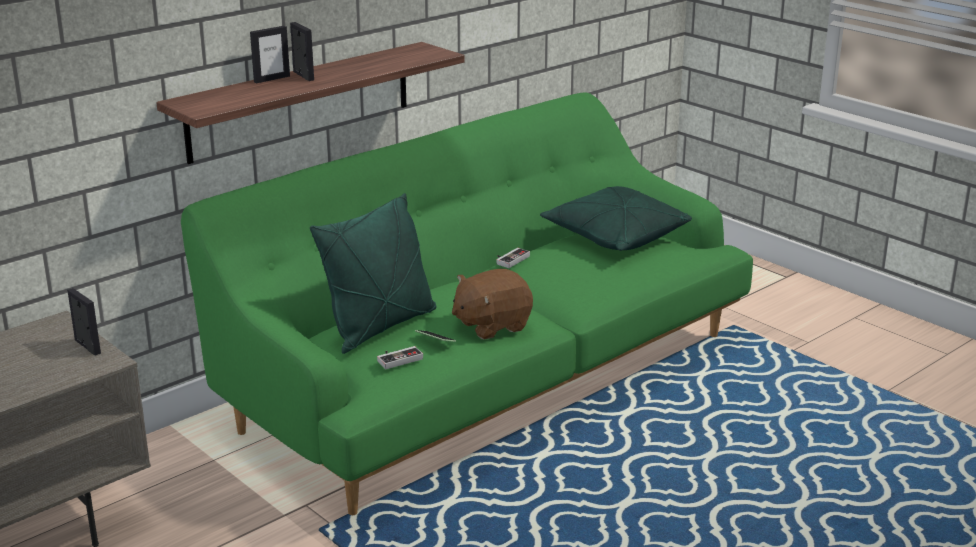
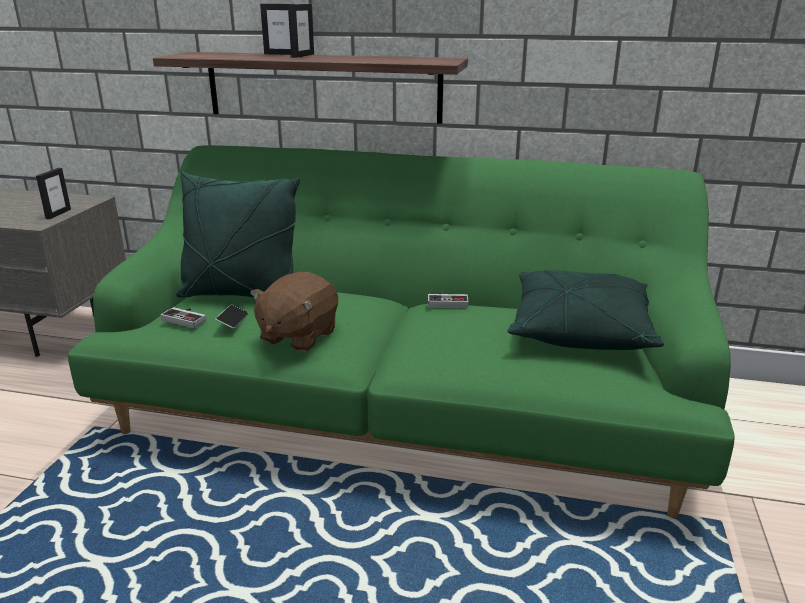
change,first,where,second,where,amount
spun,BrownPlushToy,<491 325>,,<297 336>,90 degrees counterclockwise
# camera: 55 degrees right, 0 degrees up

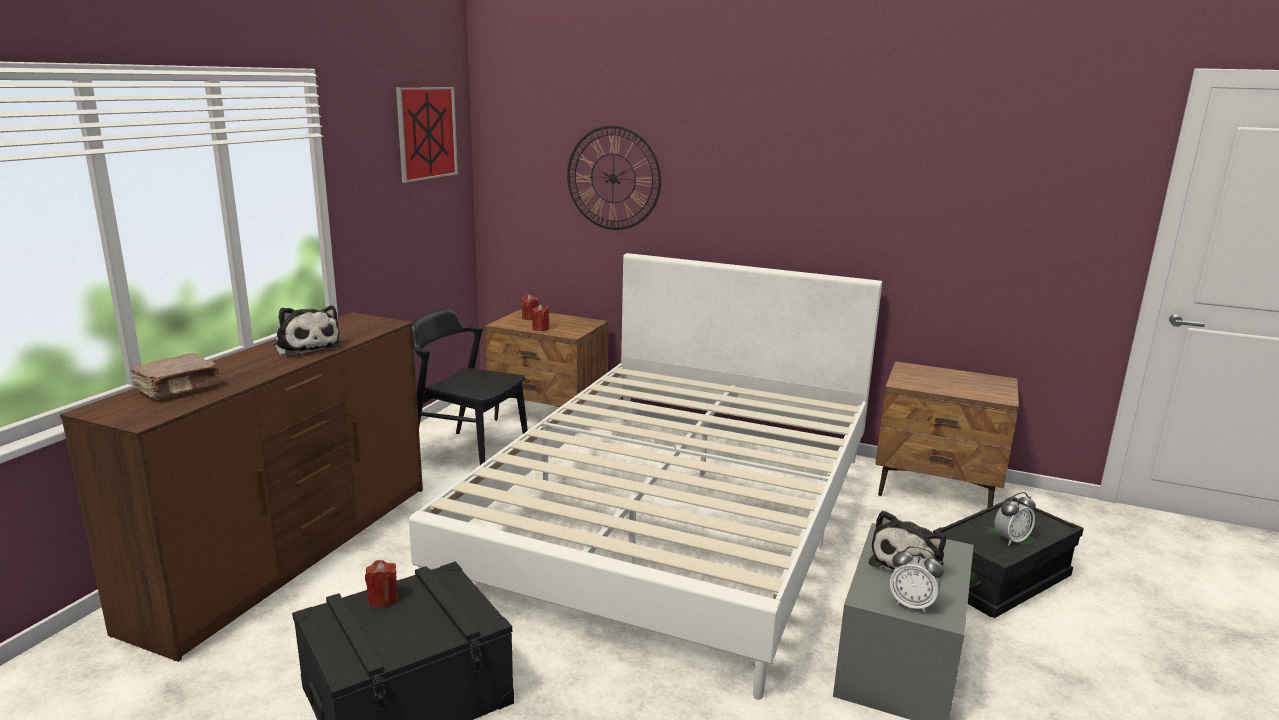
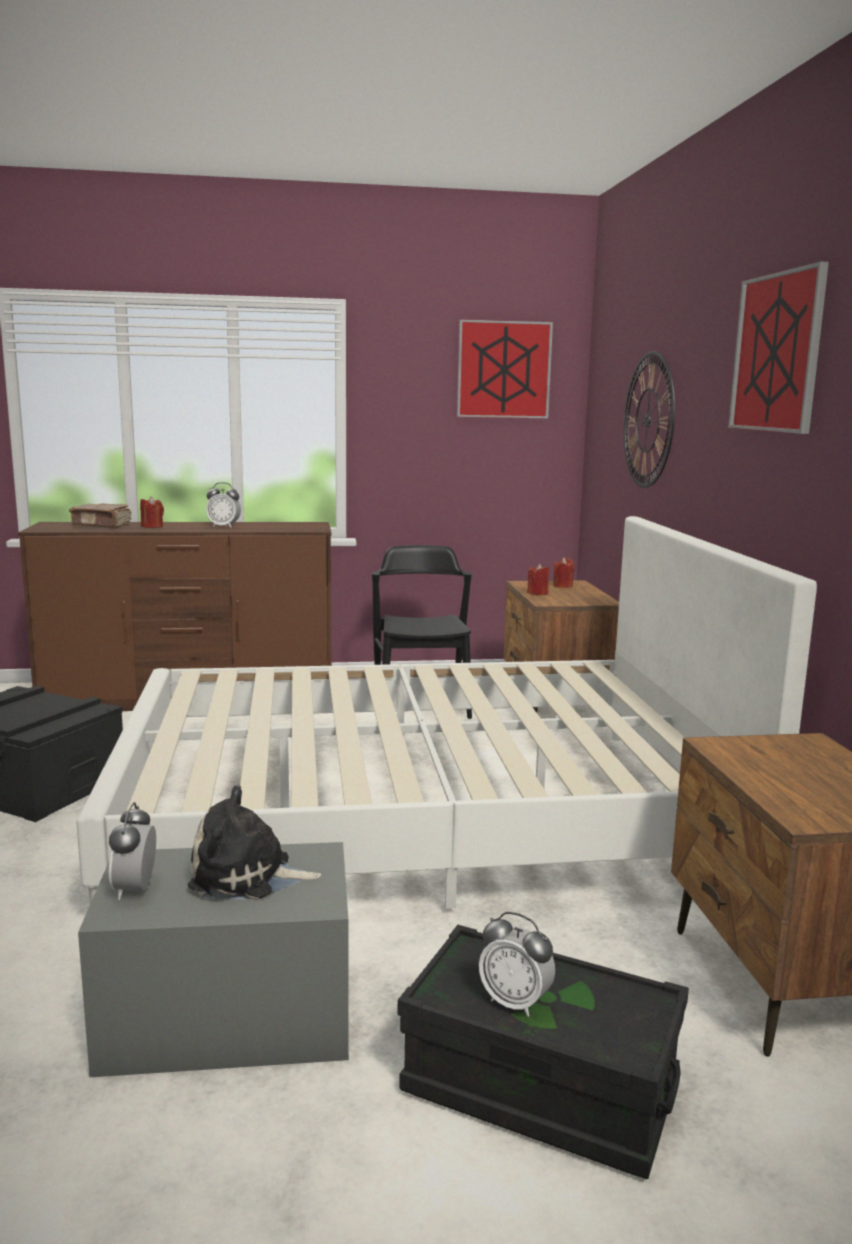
change,first,where,second,where,amount
exchanged,PlushToy,<306 346>,AlarmClock,<224 527>,
relocated,RedCandle,<382 599>,,<152 526>,
appeared,,,Picture,<777 353>,
# camera: 60 degrees right, 5 degrees down

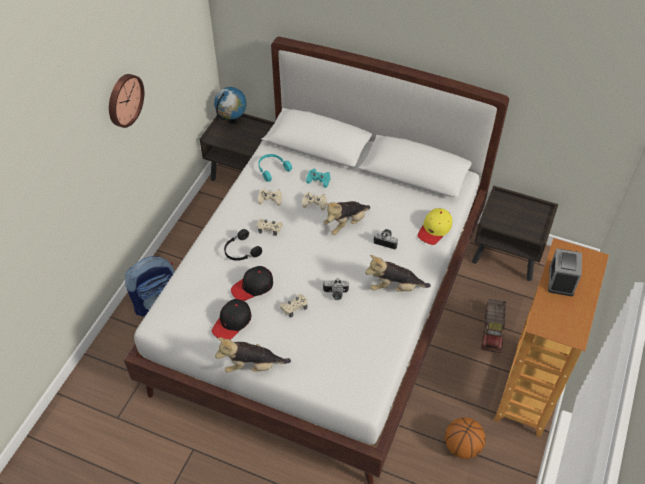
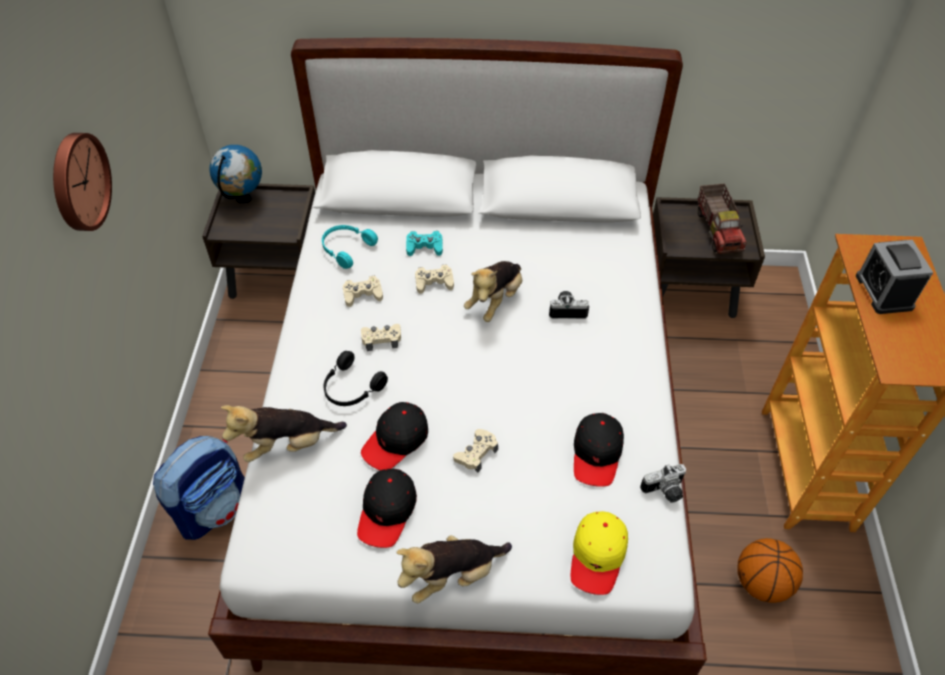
change,first,where,second,where,amount
relocated,PhotoCamera,<335 294>,,<665 491>,
relocated,PlushToy,<395 287>,,<288 445>,
relocated,YellowCap,<434 229>,,<597 556>,
relocated,ToyTruck,<492 331>,,<718 230>,
appeared,,,BlackCap,<597 454>,
# camera: 20 degrees left, 0 degrees up

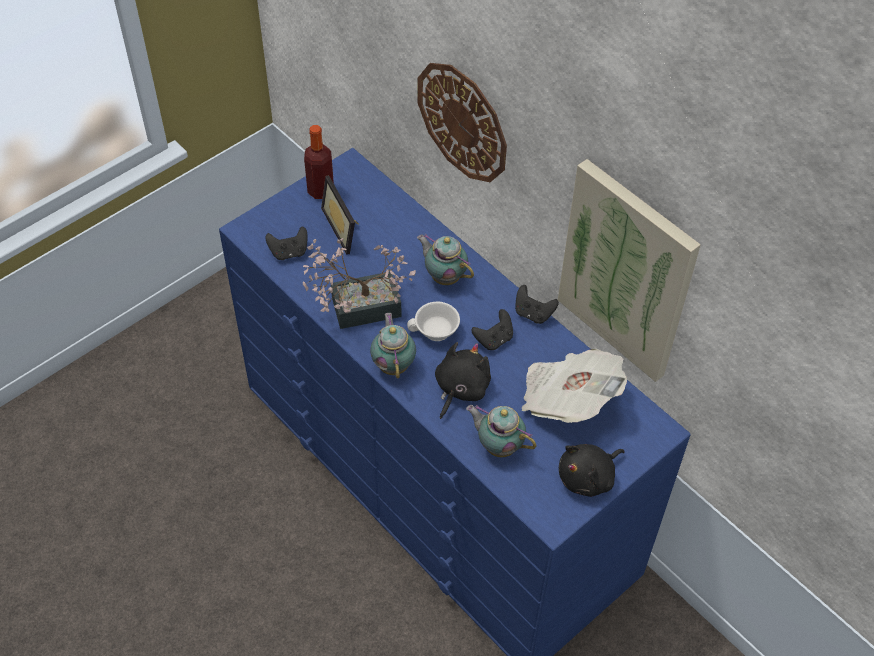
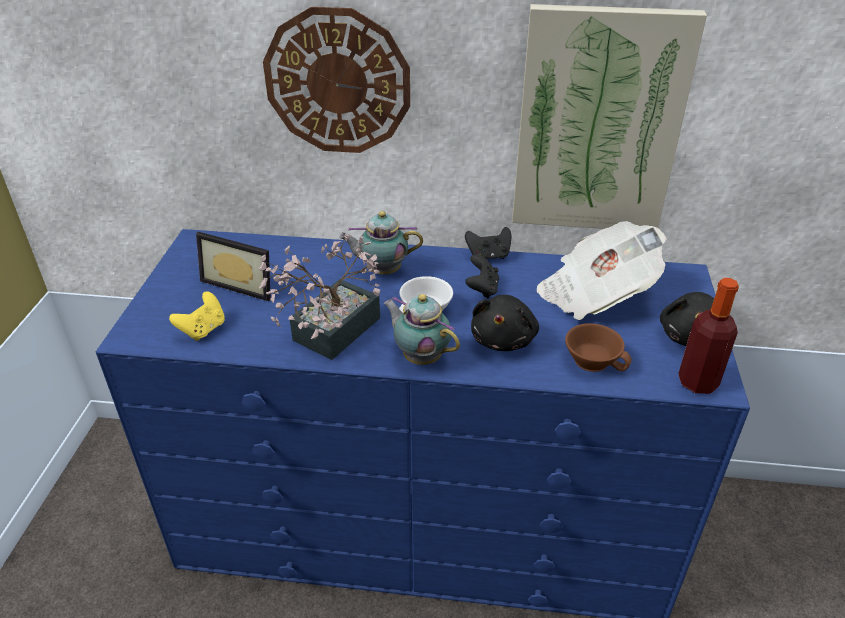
change,first,where,second,where,amount
colour,BlackGameController,<289 252>,YellowGameController,<203 330>,
relocated,Bottle,<320 190>,,<697 382>,
spun,BlackPlushToy,<460 389>,,<504 339>,150 degrees counterclockwise
exchanged,Teapot,<498 445>,BrownCup,<594 360>,
# camera: 40 degrees left, 15 degrees down

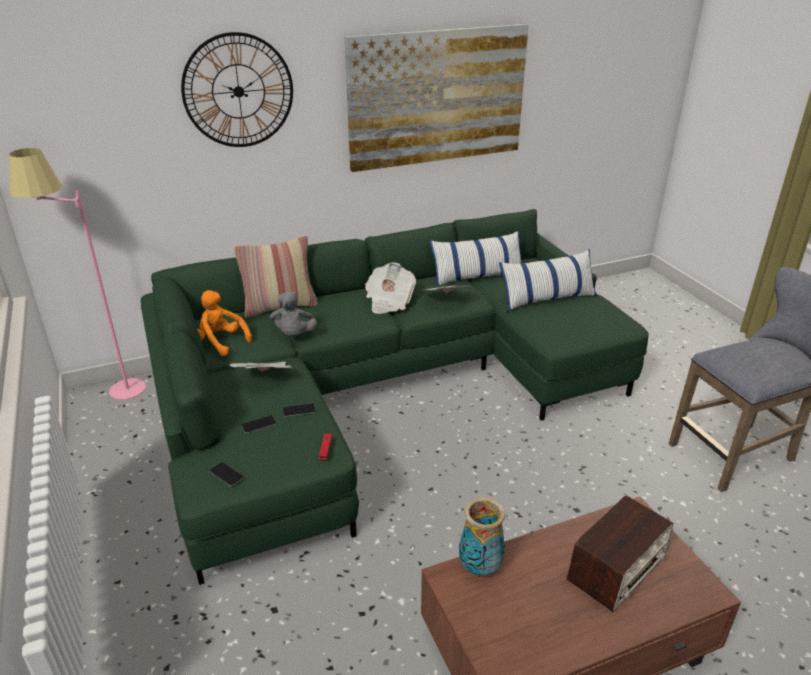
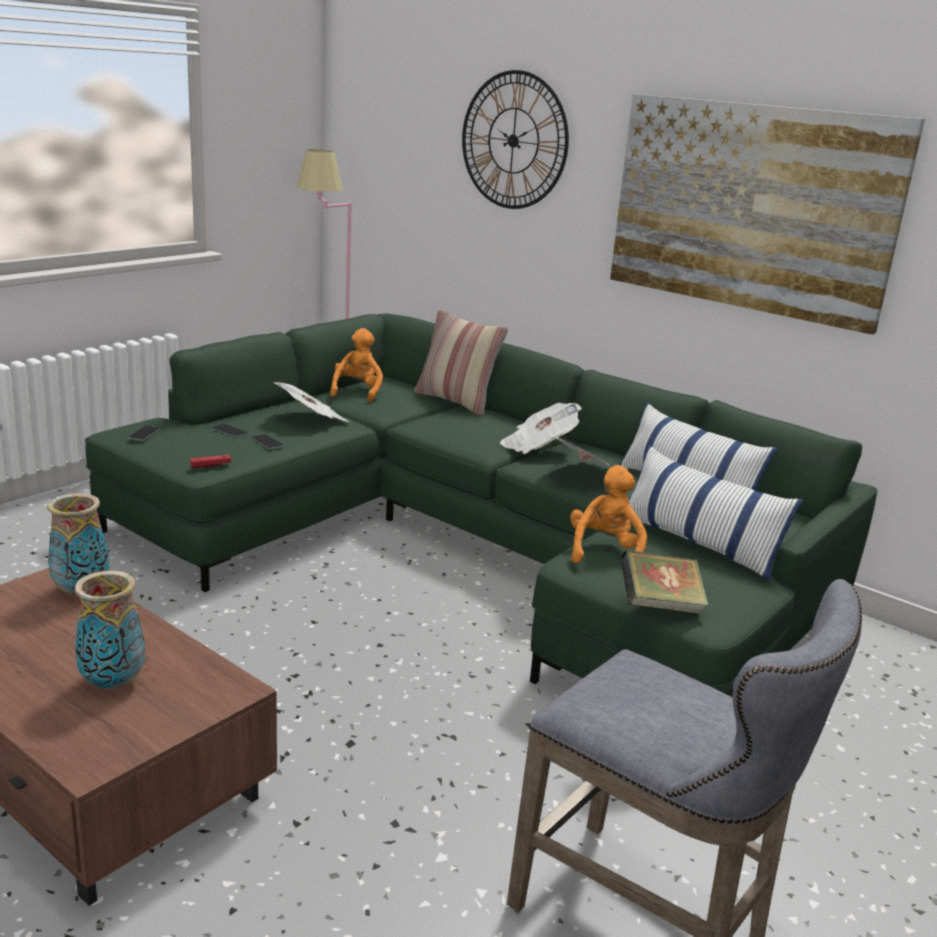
change,first,where,second,where,amount
missing,GreyPlushToy,<294 335>,,,
exchanged,Radio,<617 567>,Vase,<114 683>,
appeared,,,OrangePlushToy,<605 552>,
appeared,,,Book,<659 605>,
# camera: 60 degrees right, 10 degrees down

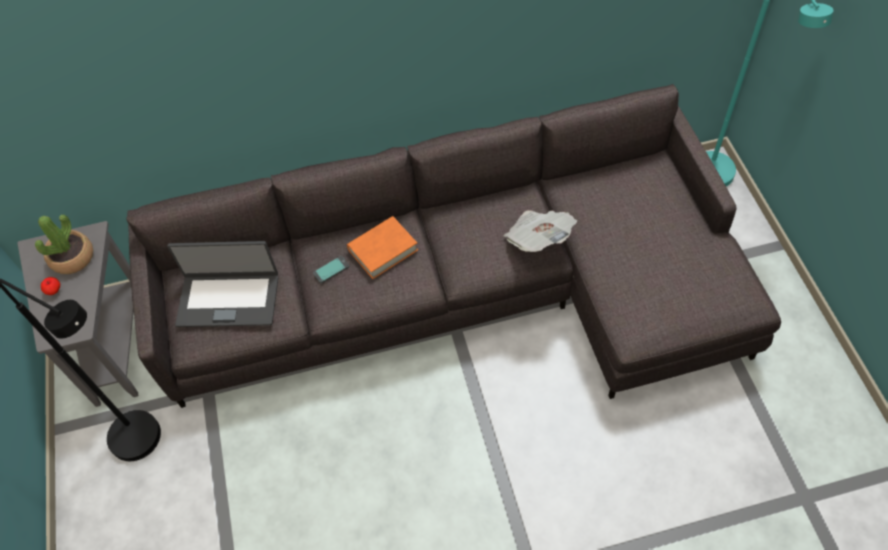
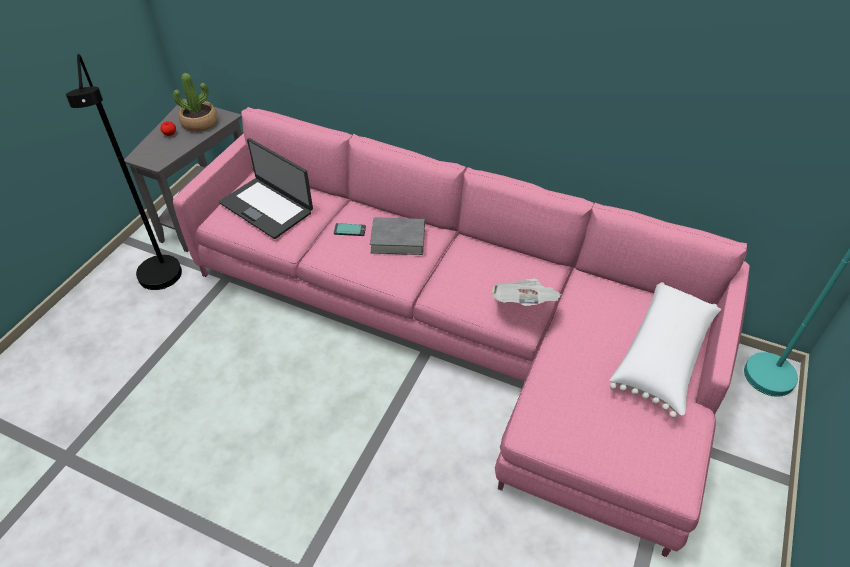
change,first,where,second,where,amount
colour,GreySofa,<470 292>,PinkSofa,<463 332>,
colour,OrangeBook,<383 250>,GreyBook,<398 239>,
appeared,,,WhitePillow,<663 357>,
# camera: 35 degrees right, 10 degrees down

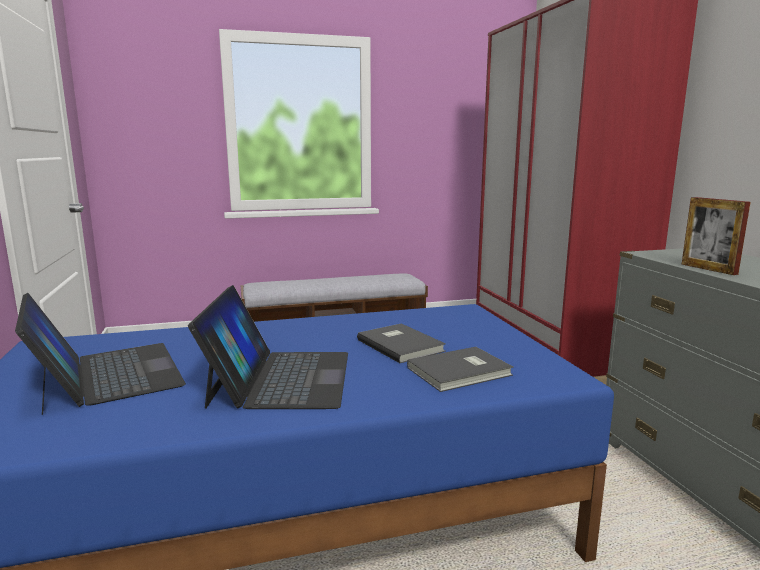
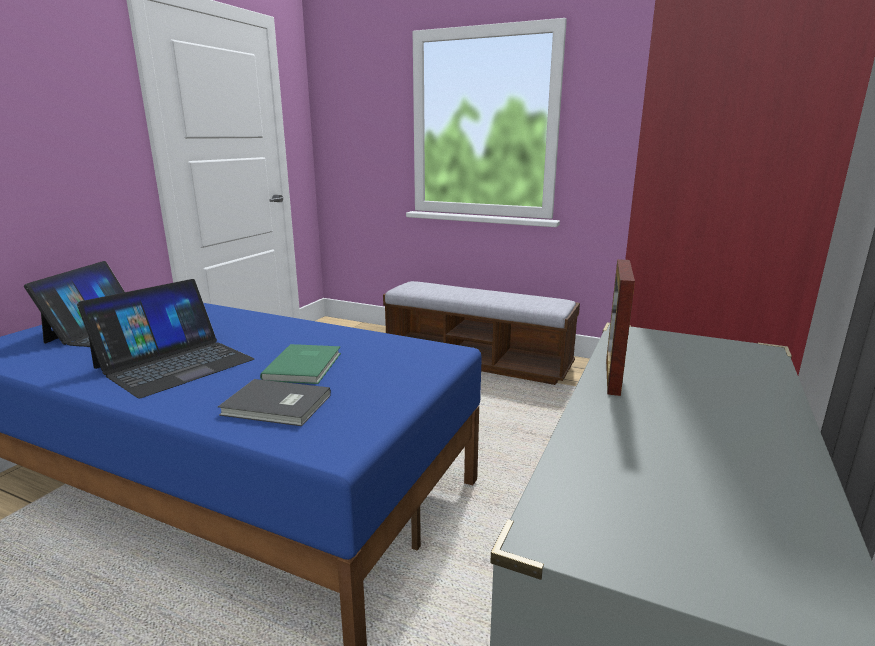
change,first,where,second,where,amount
colour,GreyBook,<401 344>,GreenBook,<305 366>,
# camera: 40 degrees right, 5 degrees up

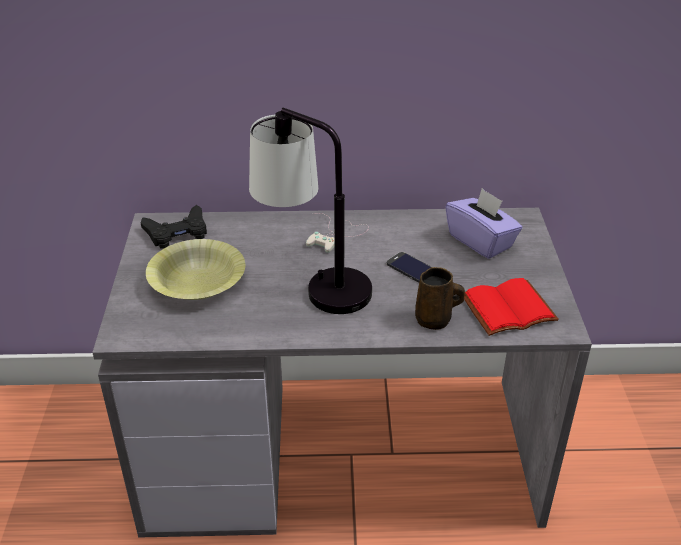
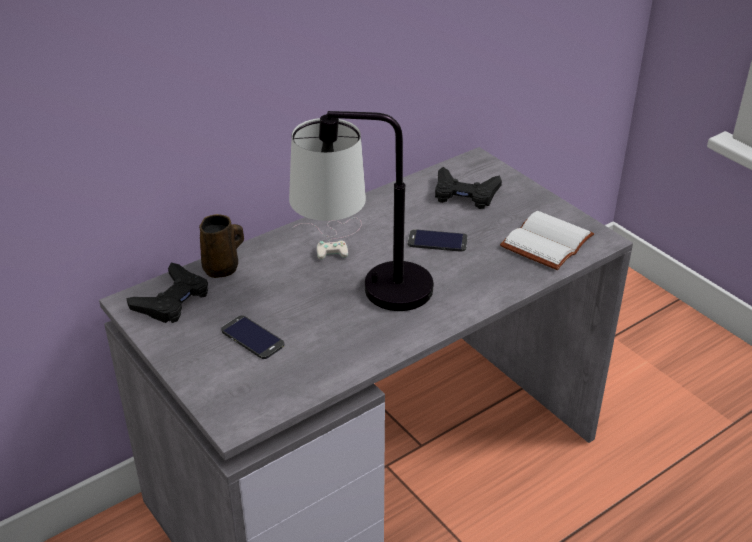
change,first,where,second,where,amount
exchanged,YellowBowl,<198 282>,Phone,<252 338>,
relocated,BrownMug,<435 320>,,<223 268>,
exchanged,PurpleTissueBox,<481 241>,BlackGameController,<465 194>,
colour,RedBook,<508 307>,WhiteBook,<545 241>,
# camera: 35 degrees left, 0 degrees up

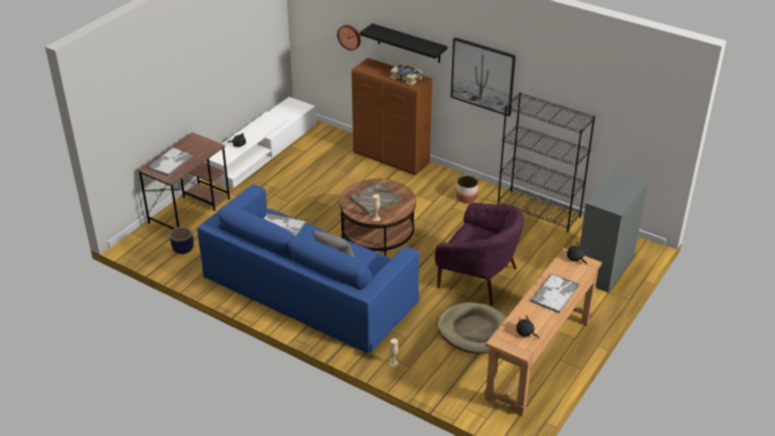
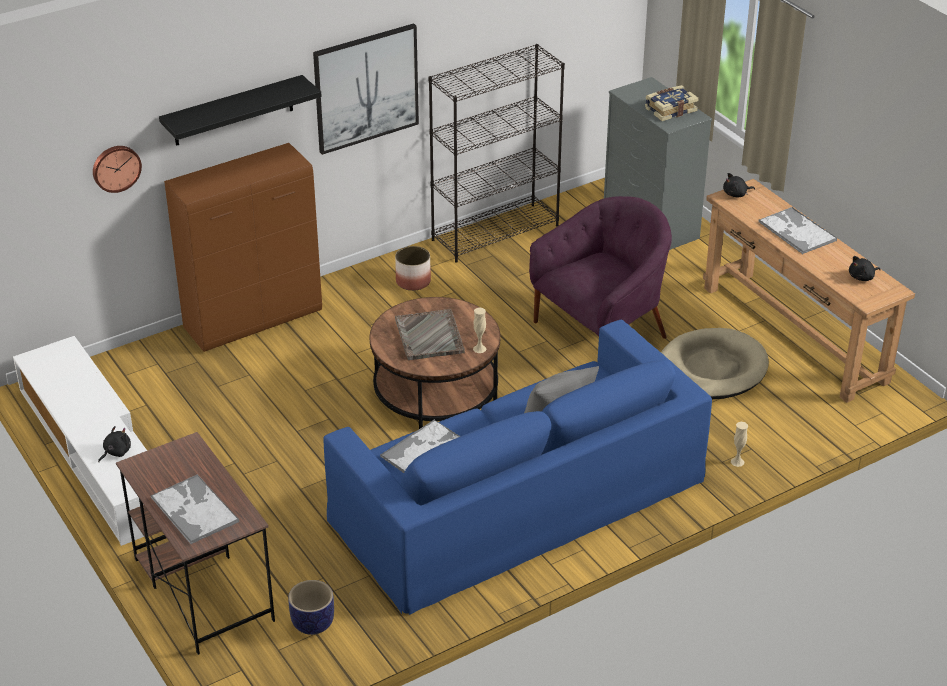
change,first,where,second,where,amount
relocated,Book,<406 78>,,<670 109>,
# camera: 65 degrees left, 0 degrees up

